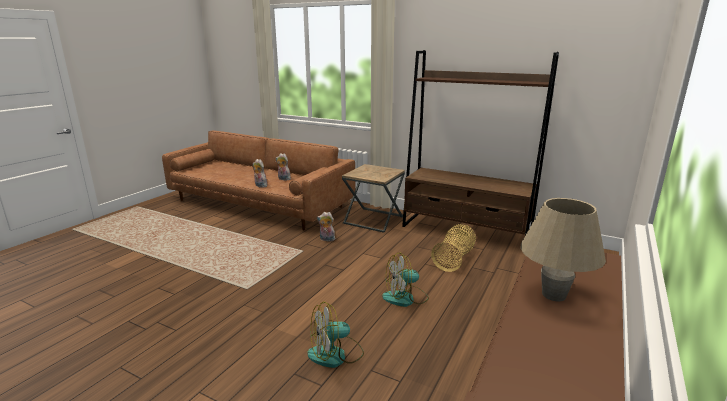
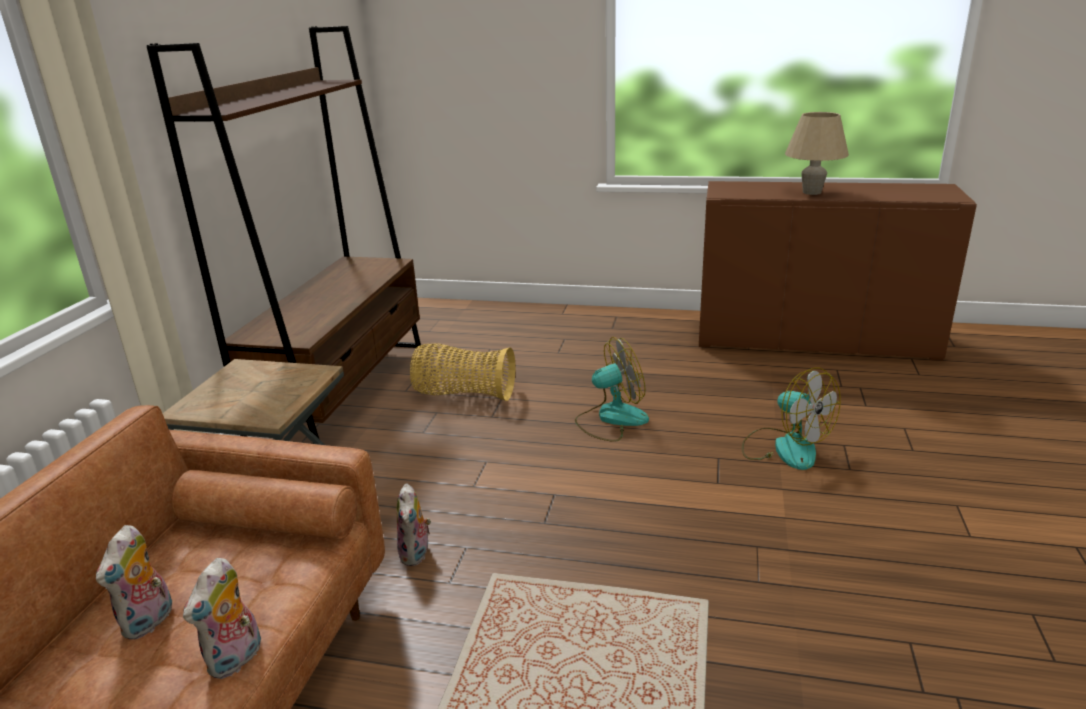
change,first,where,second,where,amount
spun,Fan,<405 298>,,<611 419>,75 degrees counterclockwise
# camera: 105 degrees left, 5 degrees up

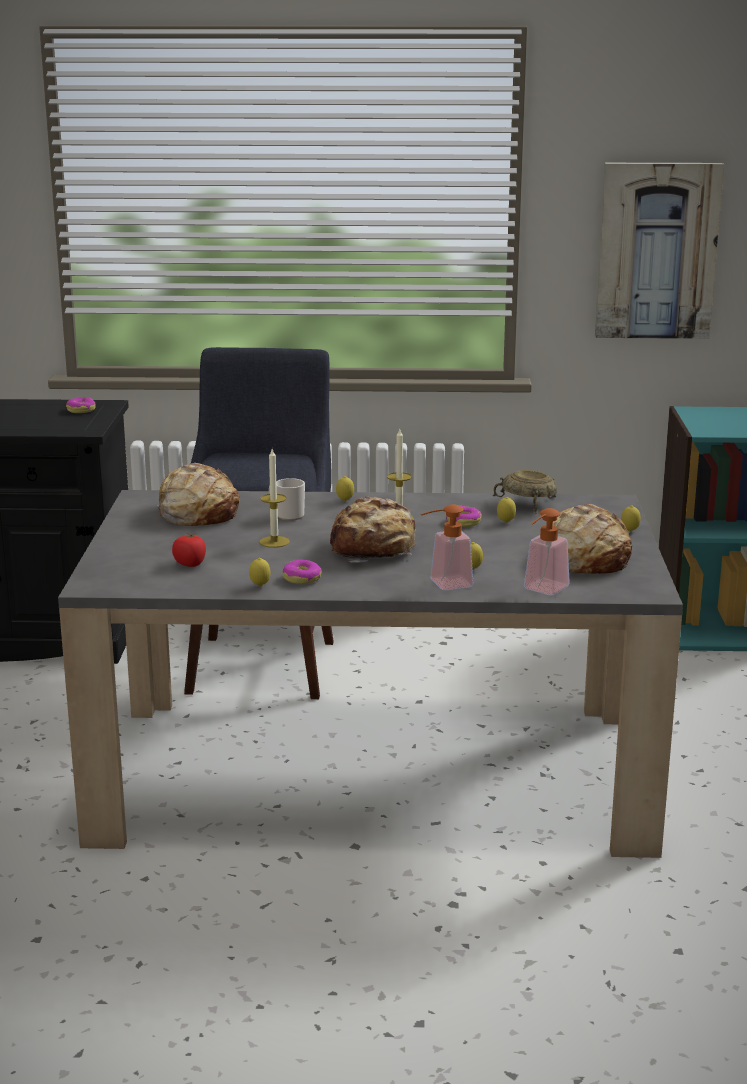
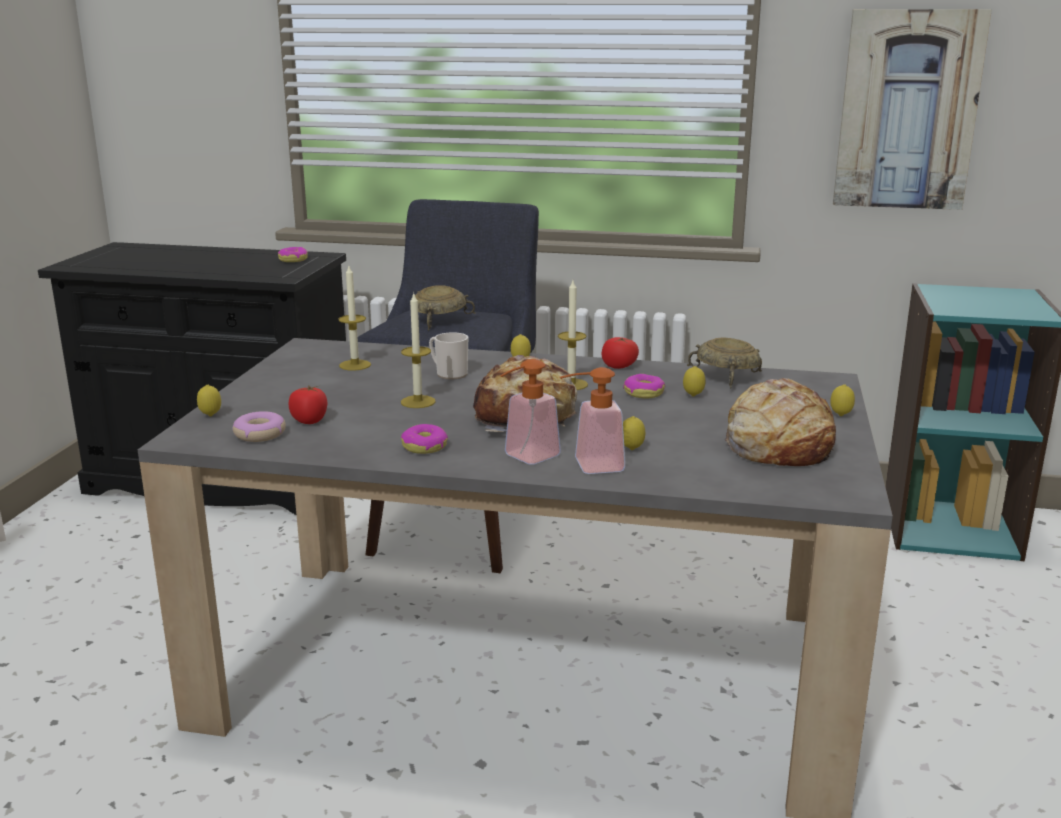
change,first,where,second,where,amount
exchanged,Bread,<197 512>,Candle,<355 365>,
relocated,Lemon,<260 586>,,<210 416>,
relocated,SoapDispenser,<542 590>,,<525 458>,
appeared,,,Donut,<259 434>,
appeared,,,BeigeBowl,<439 320>,
appeared,,,Tomato,<619 366>,
# camera: 10 degrees right, 0 degrees up

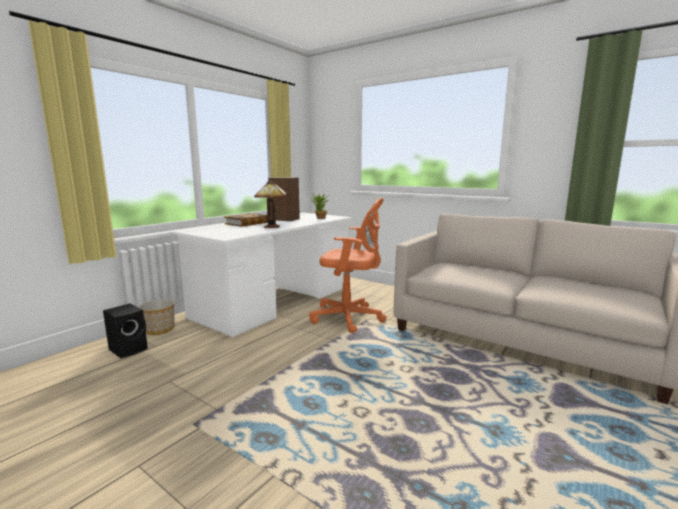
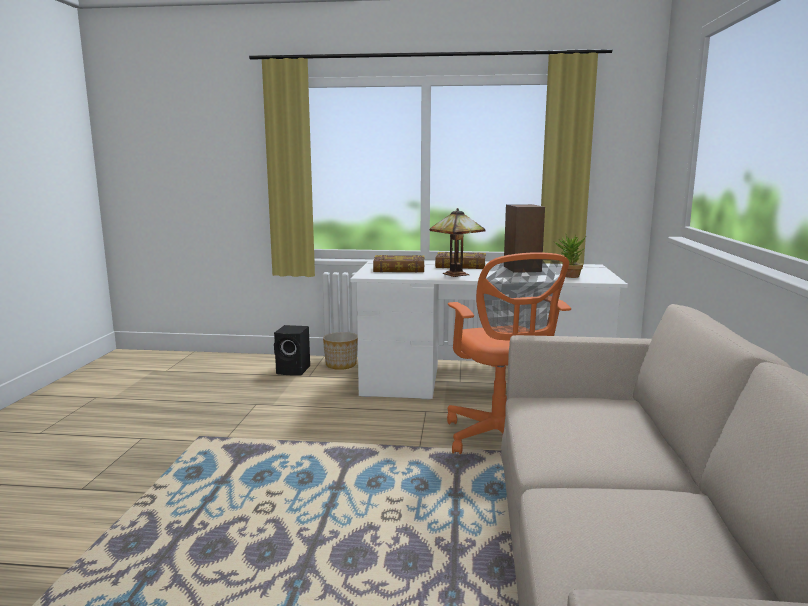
change,first,where,second,where,amount
appeared,,,Book,<399 269>,
# camera: 60 degrees right, 0 degrees up

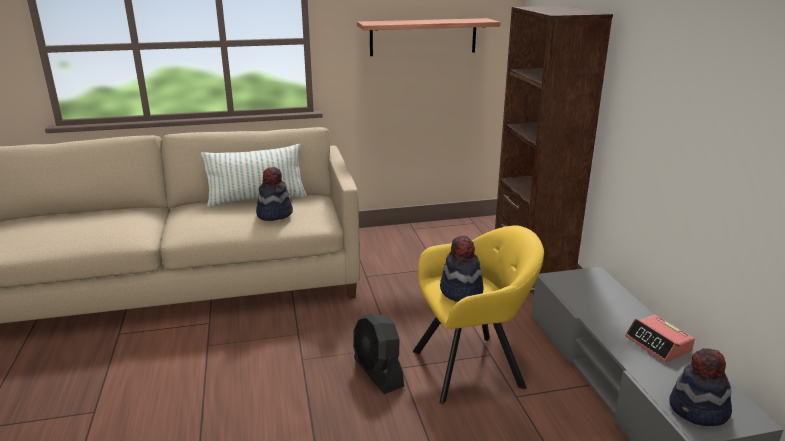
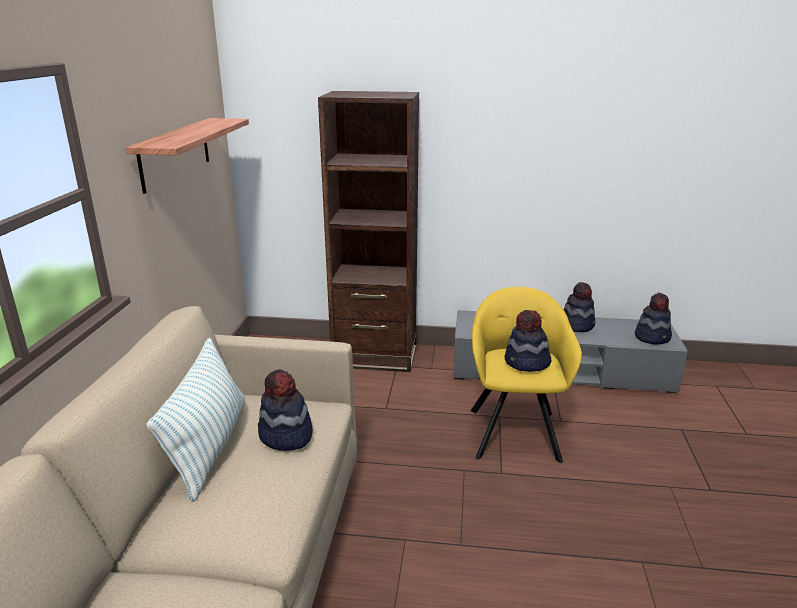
change,first,where,second,where,amount
missing,BlackFan,<378 373>,,,
exchanged,AlarmClock,<658 345>,Hat,<577 325>,
# camera: 70 degrees left, 0 degrees up

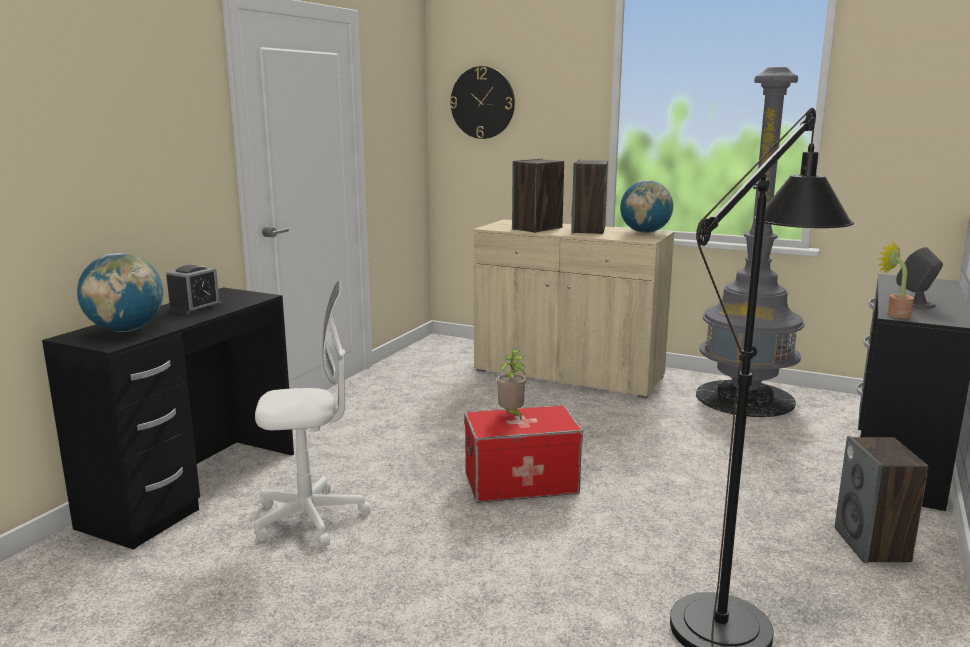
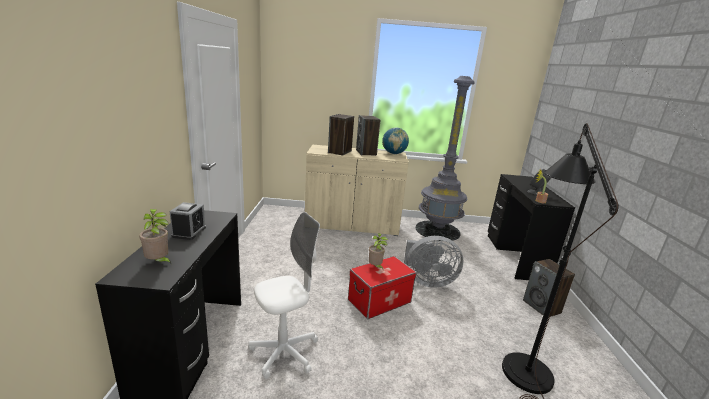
change,first,where,second,where,amount
exchanged,Globe,<126 330>,PottedPlant,<158 262>,
missing,WallClock,<482 102>,,,
appeared,,,GreyFan,<427 281>,
# camera: 25 degrees left, 5 degrees up

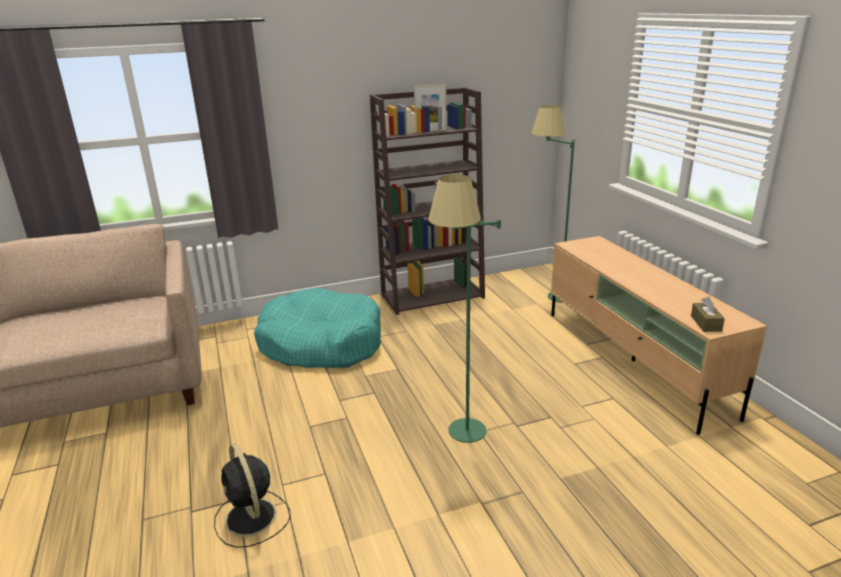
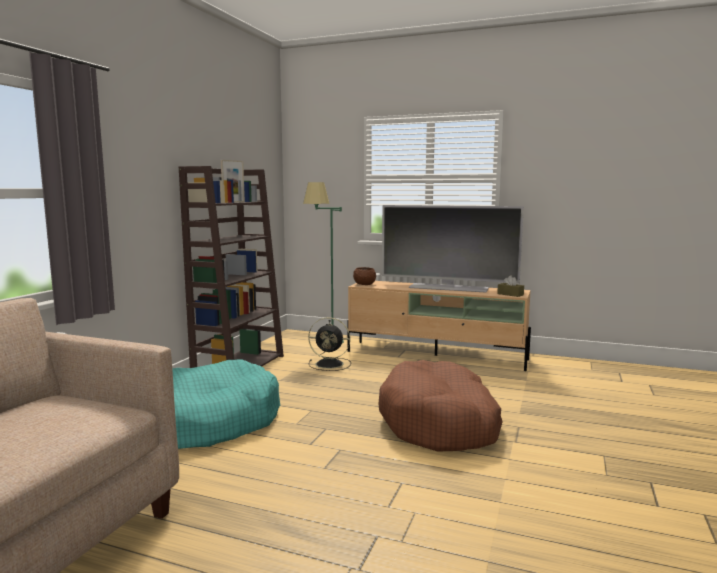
change,first,where,second,where,amount
relocated,BlackFan,<251 519>,,<330 364>,
exchanged,GreenFloorLamp,<462 441>,BrownDogBed,<440 423>,
appeared,,,BrownBowl,<364 284>,
appeared,,,Television,<448 287>,
# camera: 50 degrees left, 15 degrees down

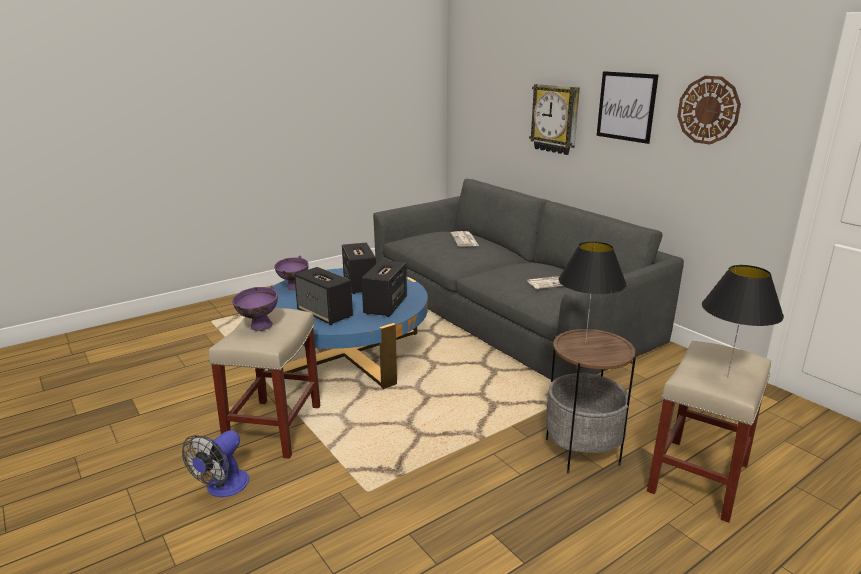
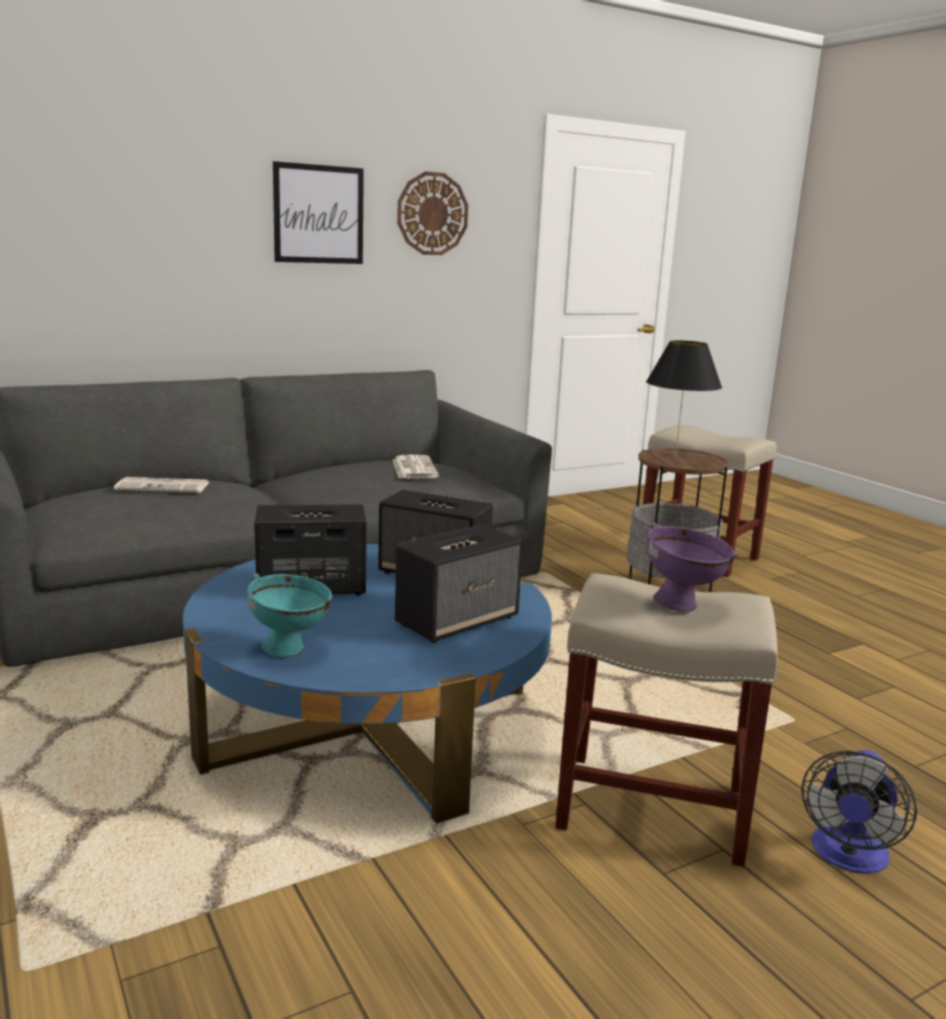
change,first,where,second,where,amount
spun,Fan,<222 488>,,<847 857>,90 degrees clockwise
colour,PurpleBowl,<293 288>,TurquoiseBowl,<292 651>,
missing,WallClock,<555 119>,,,
missing,BlackTableLamp,<727 377>,,,
# camera: 85 degrees left, 5 degrees down

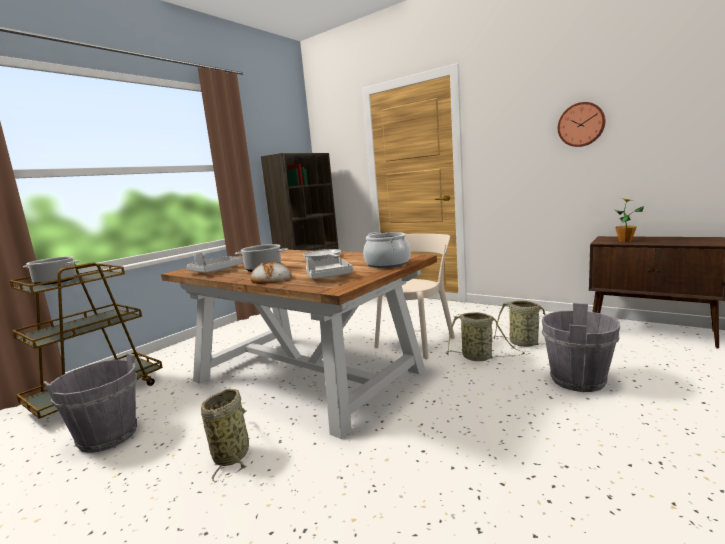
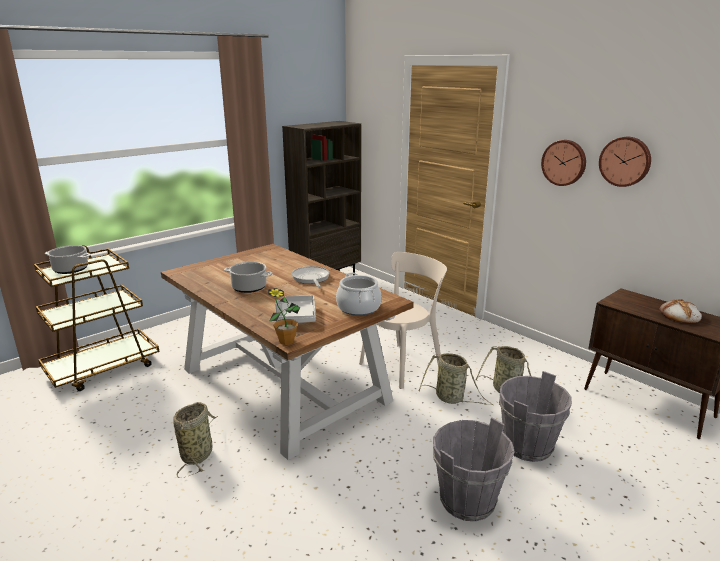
change,first,where,second,where,amount
relocated,GreyBucket,<108 437>,,<467 501>,
missing,GreyTray,<216 271>,,,
relocated,Bread,<271 279>,,<679 315>,
relocated,PottedPlant,<625 241>,,<286 341>,
appeared,,,WallClock,<564 162>,
# camera: 10 degrees right, 10 degrees up

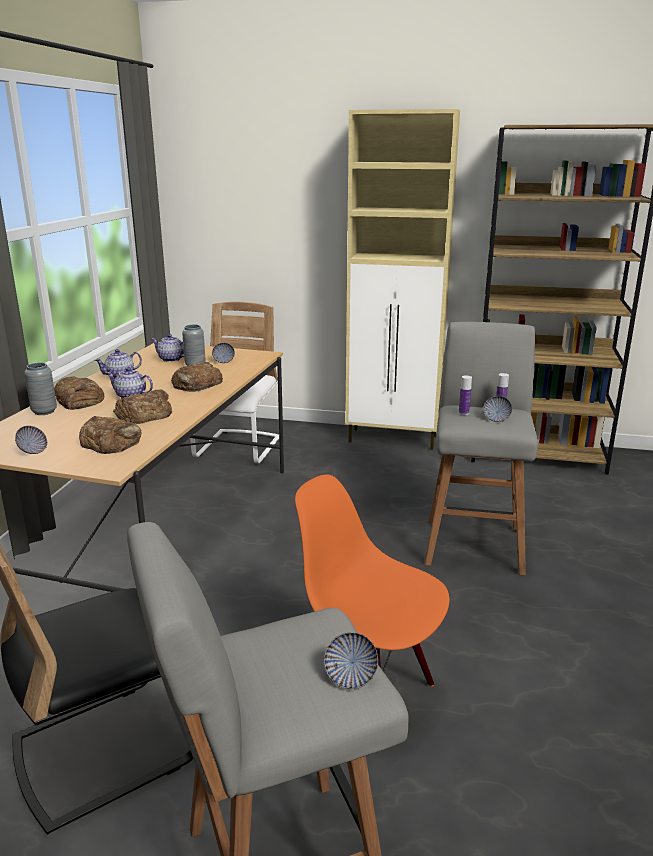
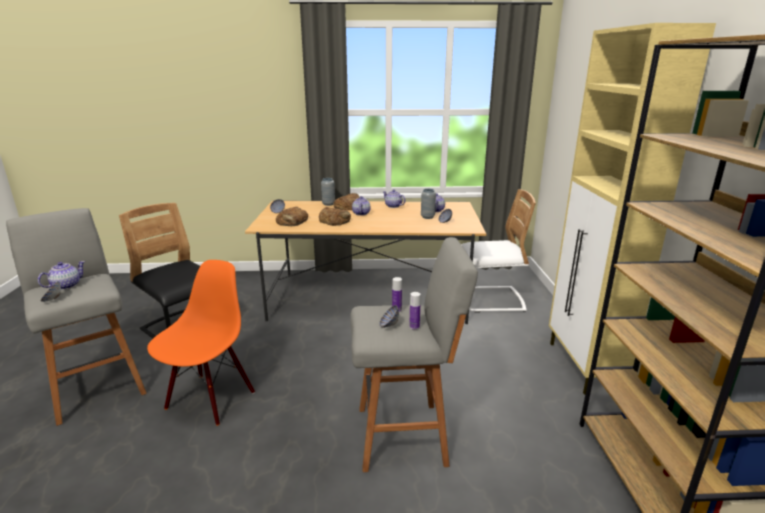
change,first,where,second,where,amount
missing,Bread,<196 384>,,,
appeared,,,Teapot,<65 286>,
# camera: 75 degrees right, 0 degrees up

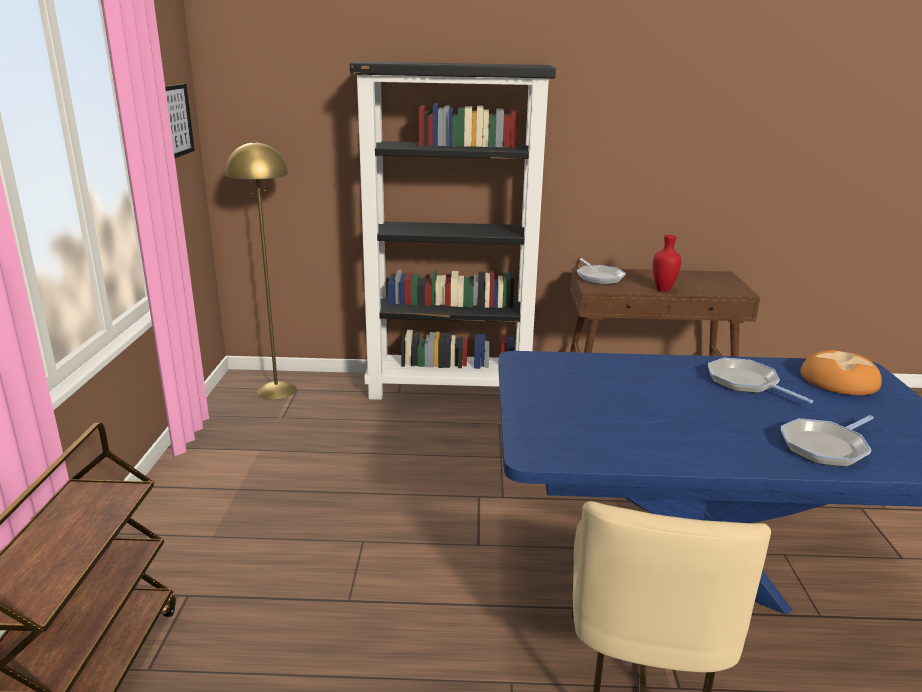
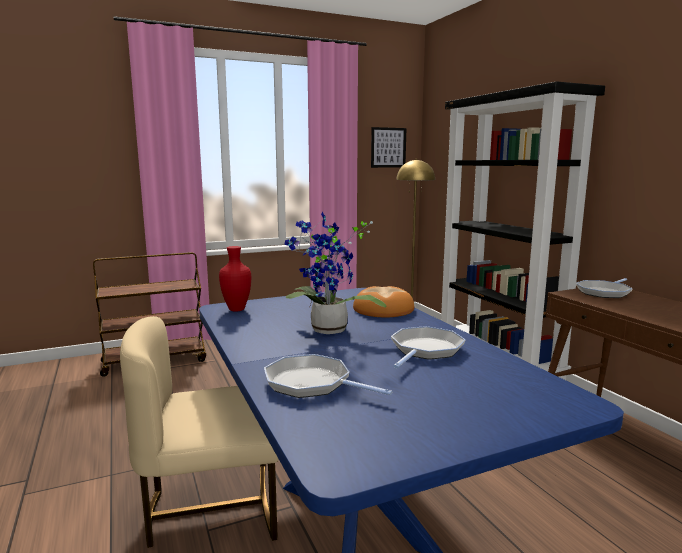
change,first,where,second,where,amount
relocated,RedVase,<664 290>,,<236 310>,
relocated,Bread,<838 380>,,<383 309>,
appeared,,,PottedPlant,<327 331>,
# camera: 65 degrees right, 10 degrees down

